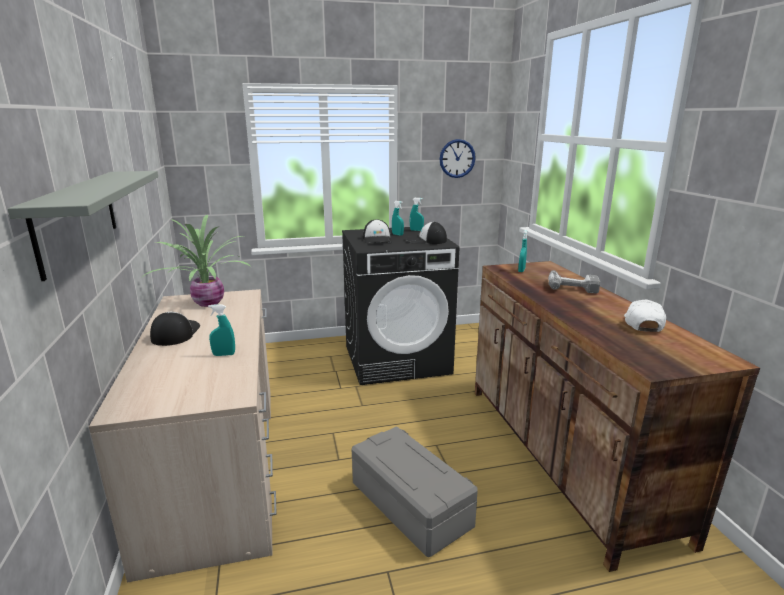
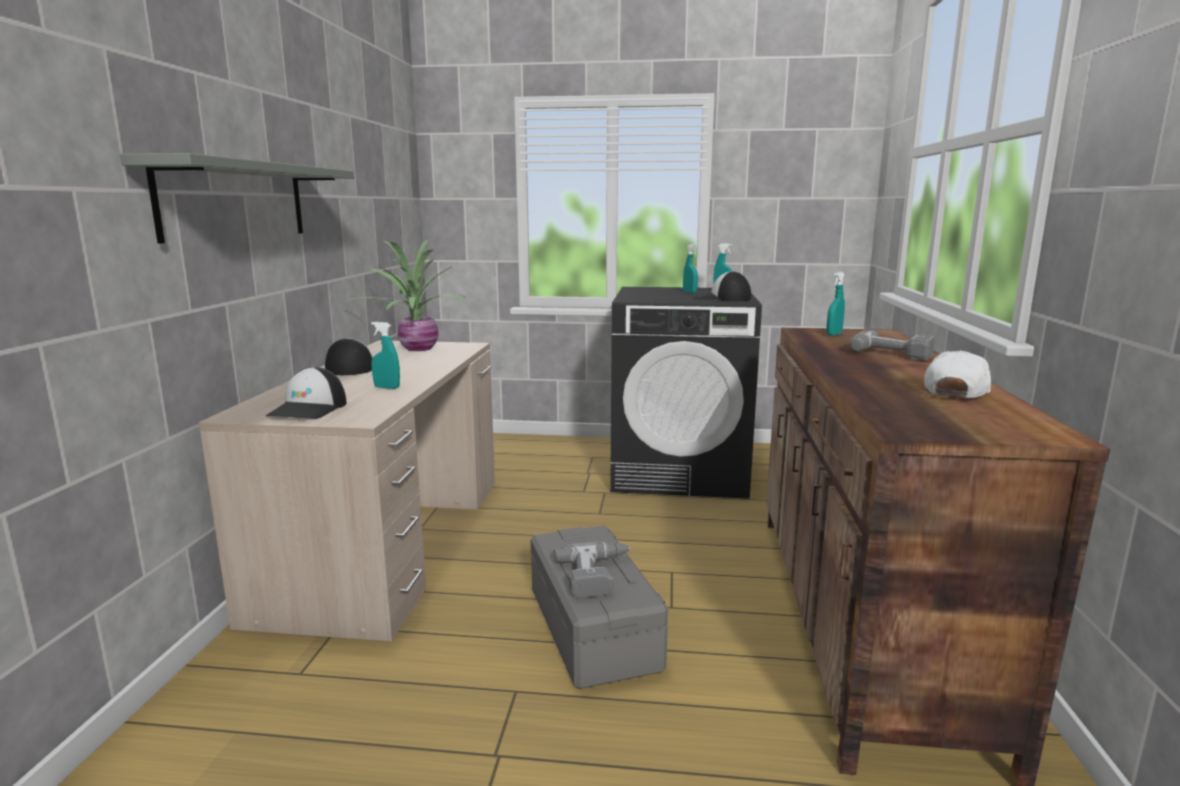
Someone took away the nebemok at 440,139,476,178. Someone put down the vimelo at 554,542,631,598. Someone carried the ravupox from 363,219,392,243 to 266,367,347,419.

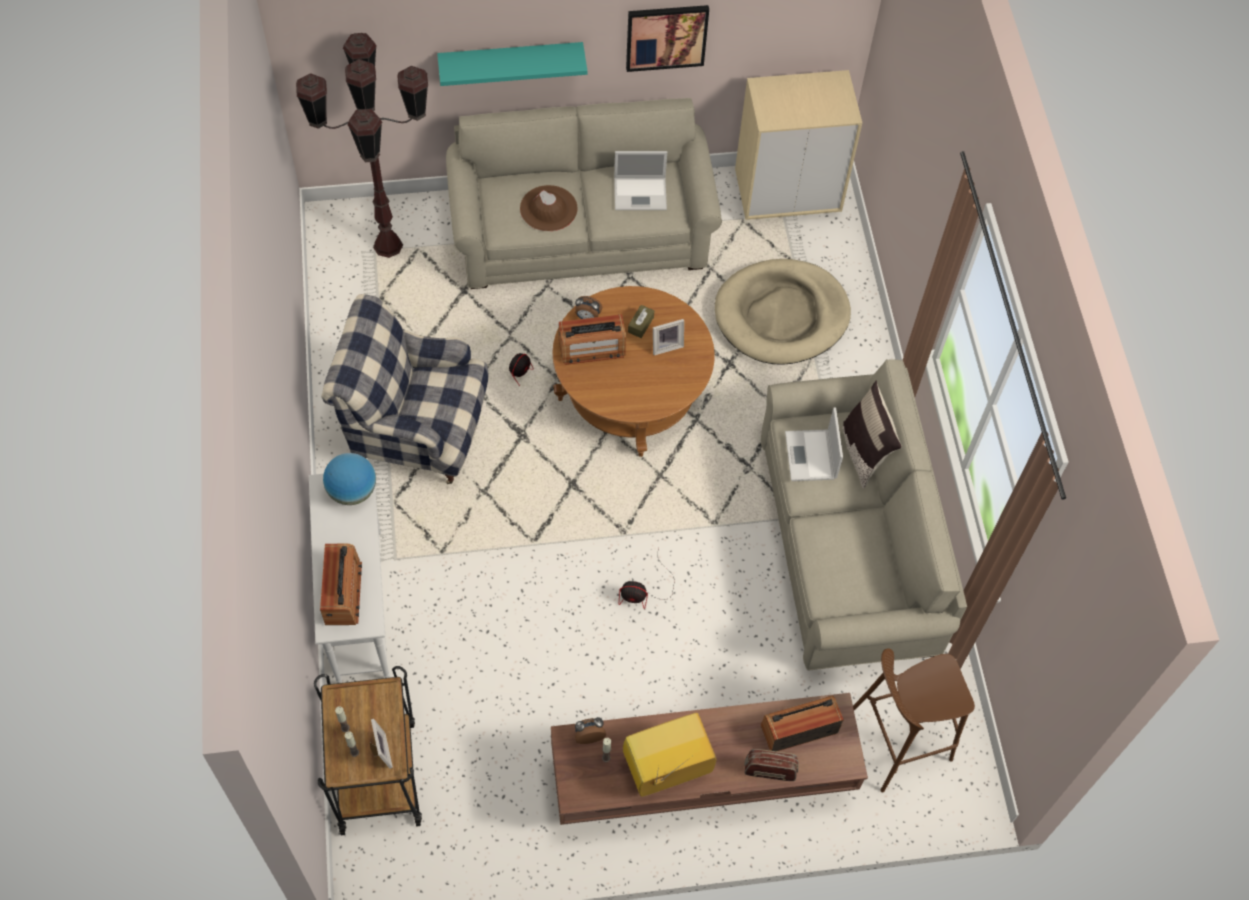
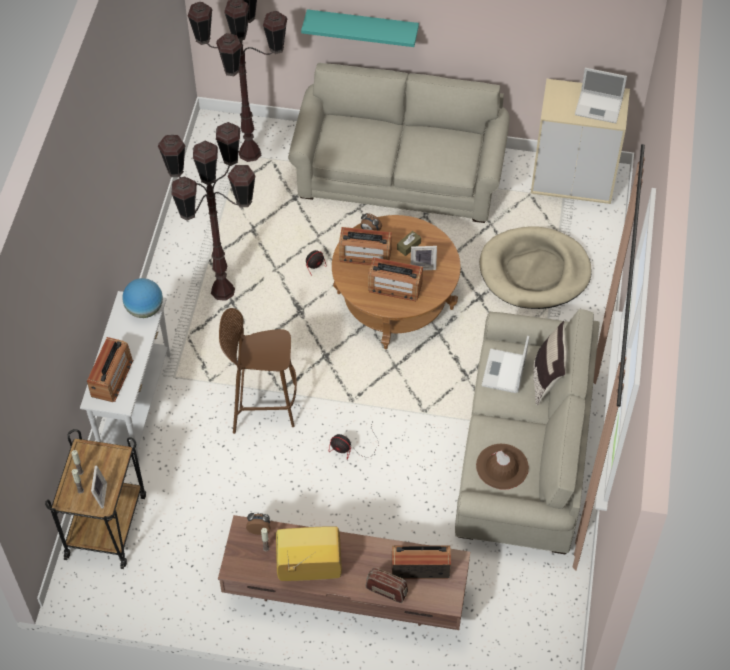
Someone took away the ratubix at 626,5,709,72. Someone put down the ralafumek at 368,257,423,301. Someone carried the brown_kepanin from 520,185,578,231 to 476,444,529,490. Someone carried the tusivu from 614,151,667,210 to 575,68,627,123. Someone carried the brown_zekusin from 853,648,975,792 to 219,308,297,434. Someone swapped the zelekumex at 321,294,488,484 for the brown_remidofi at 158,122,256,301.

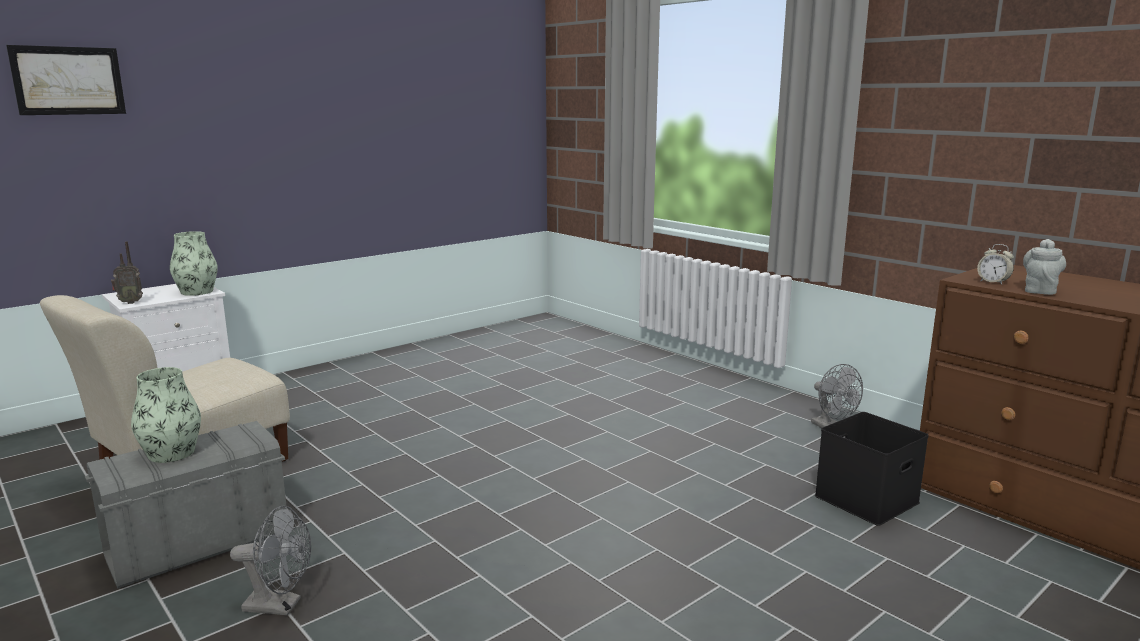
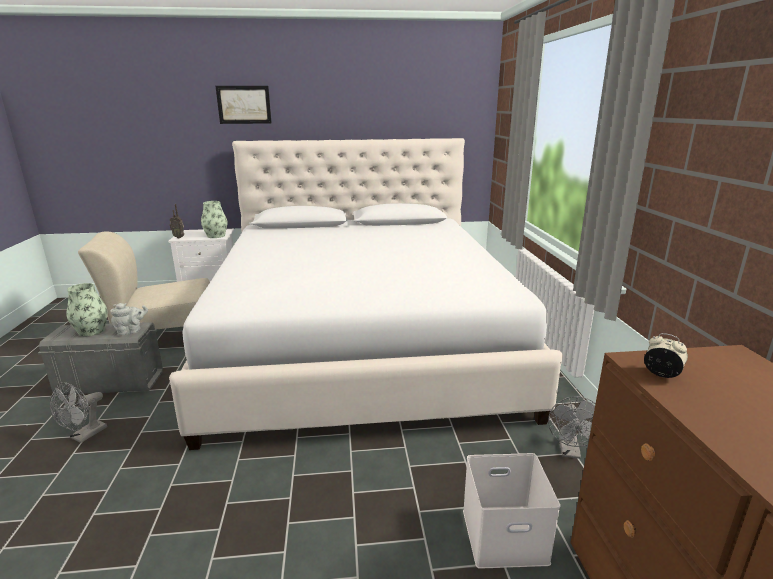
Someone put down the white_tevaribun at 169,138,563,450. Someone carried the ratubix from 6,45,126,115 to 216,86,272,124. Someone carried the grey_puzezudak from 1023,239,1066,295 to 110,303,148,336. Someone repainted the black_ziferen at 815,412,929,526, which became the white_ziferen at 463,453,560,569. Someone rotated the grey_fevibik at 230,506,311,616 by 75 degrees clockwise. Someone rotated the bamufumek at 977,244,1014,285 by 135 degrees clockwise.

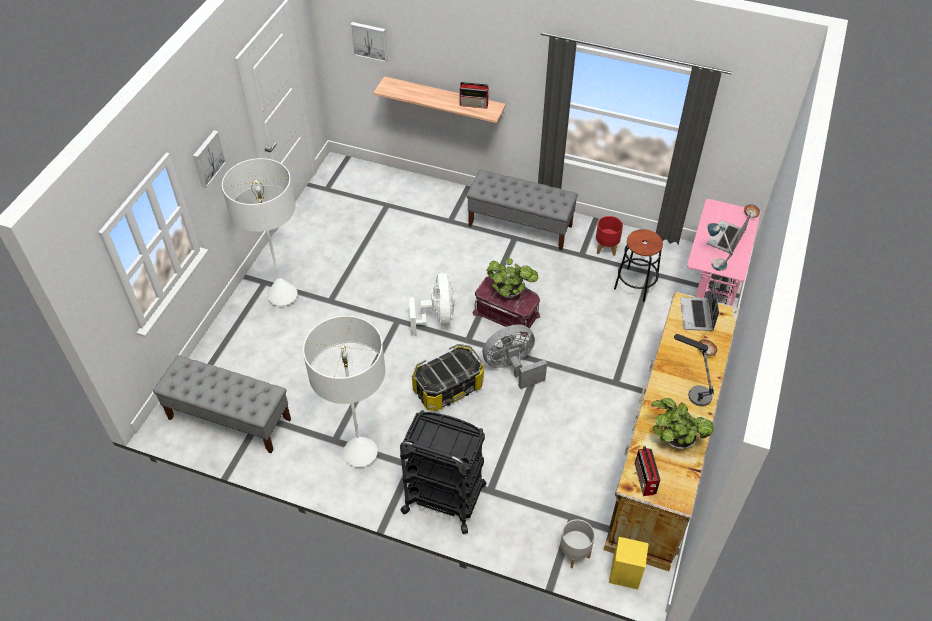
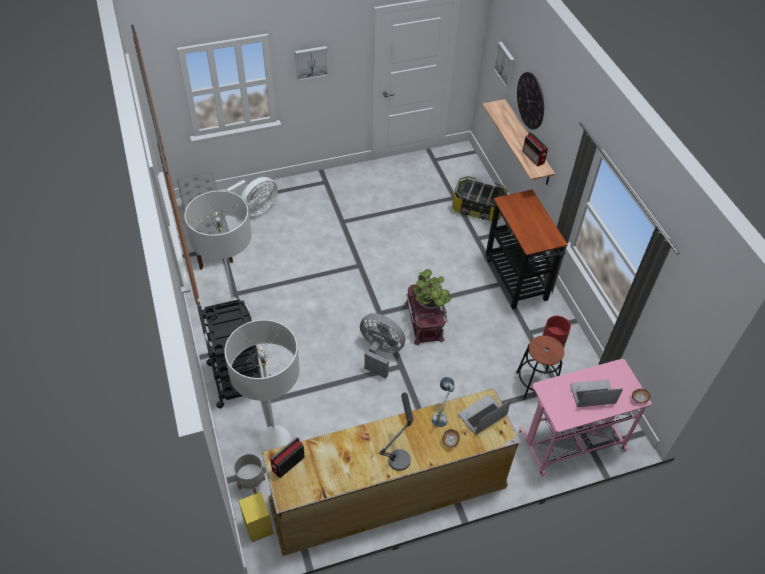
Someone took away the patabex at 651,398,713,449. Someone put up the nebemok at 517,72,544,130. Someone carried the white_remidofi from 222,158,298,306 to 225,320,300,451. Someone carried the white_fevibik from 409,273,455,336 to 226,177,278,216. Someone carried the ziferen from 412,344,484,411 to 452,176,508,221. Someone carried the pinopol from 707,223,733,271 to 432,377,454,427. Someone swapped the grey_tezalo at 467,170,578,250 for the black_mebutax at 486,190,568,309.

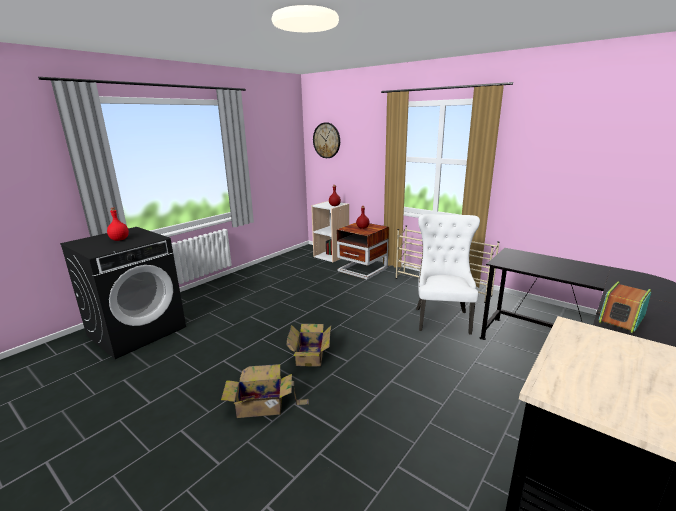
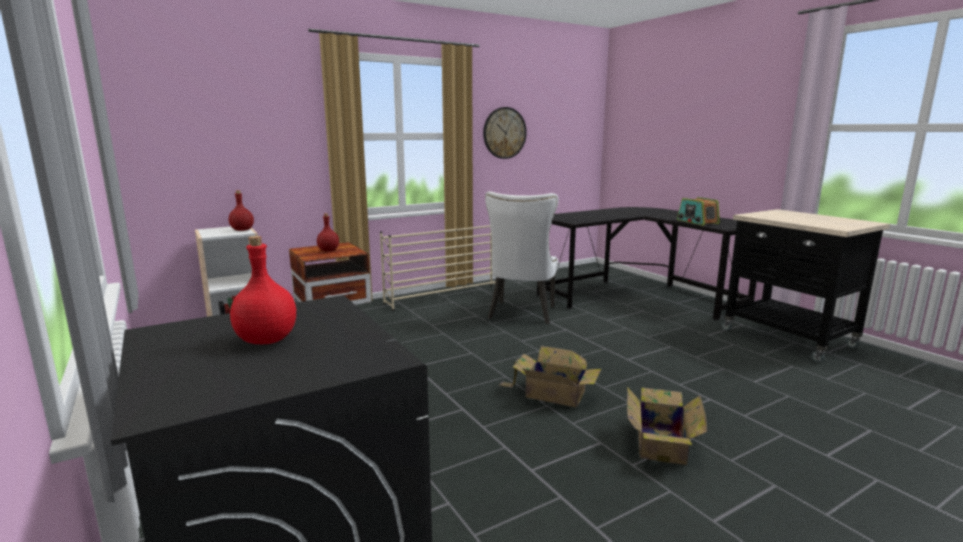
Someone carried the nebemok from 313,122,340,158 to 483,107,527,159. Someone rotated the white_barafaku at 416,214,480,335 by 105 degrees counterclockwise.

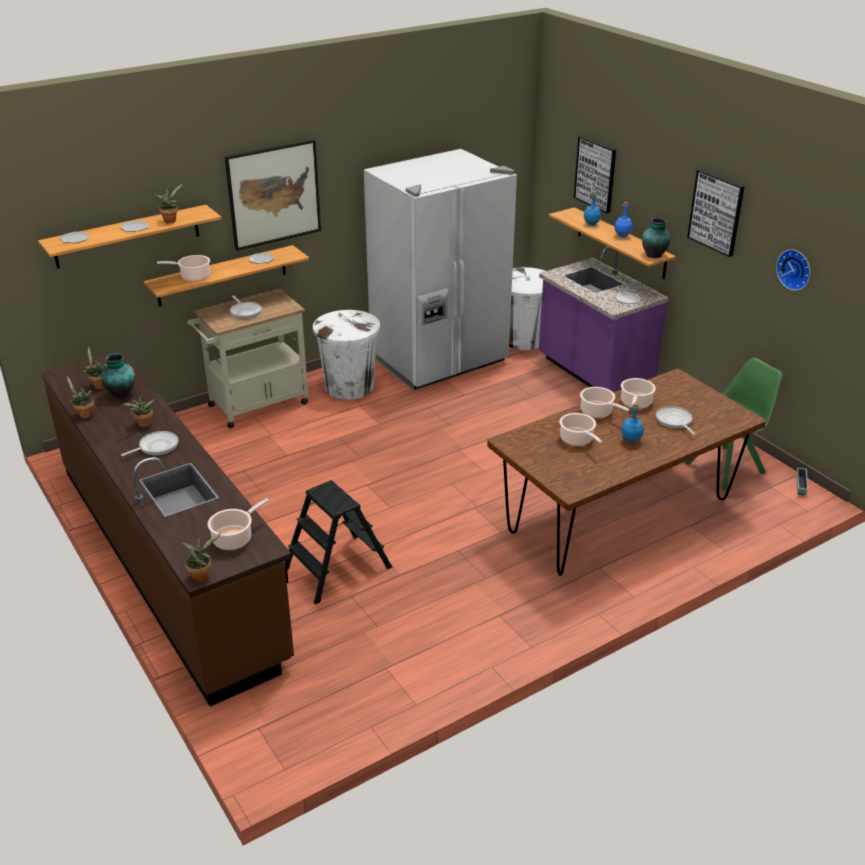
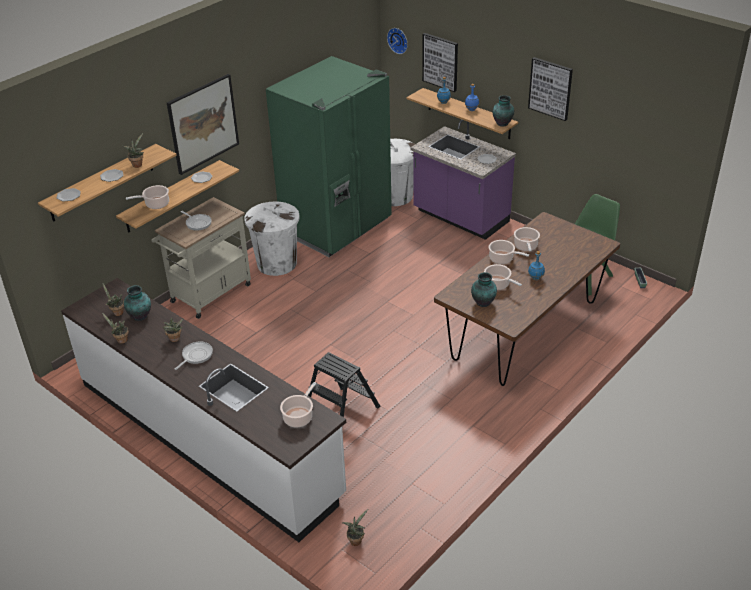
Someone took away the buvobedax at 656,406,696,435. Someone put down the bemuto at 471,272,497,307. Someone carried the patabex from 182,532,222,583 to 342,509,368,546. Someone carried the nebemok from 776,249,810,291 to 387,28,408,54. Someone repainted the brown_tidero at 42,351,294,707, which became the white_tidero at 61,278,346,542. Someone repainted the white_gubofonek at 364,149,517,391, which became the green_gubofonek at 266,56,392,257.

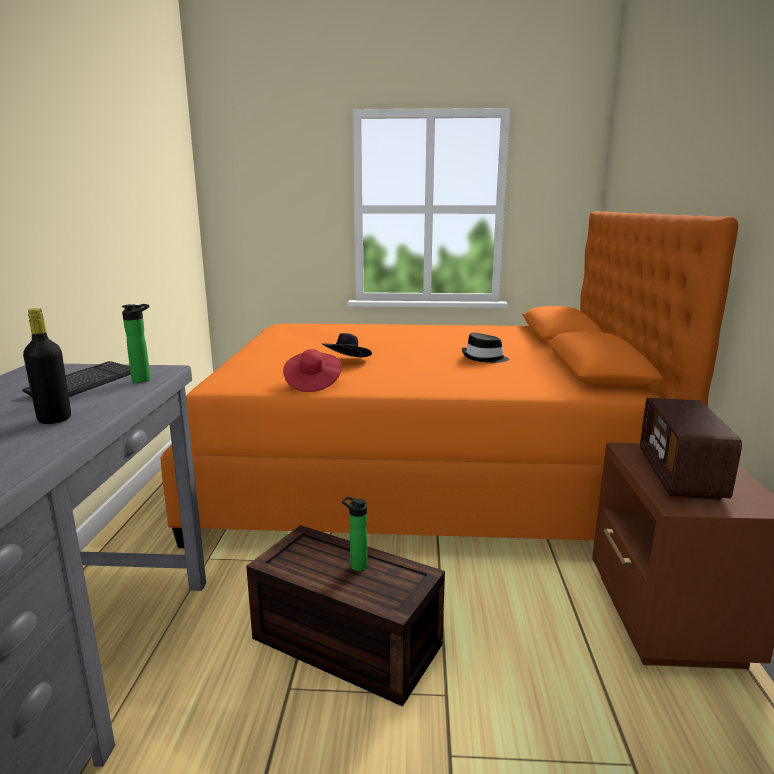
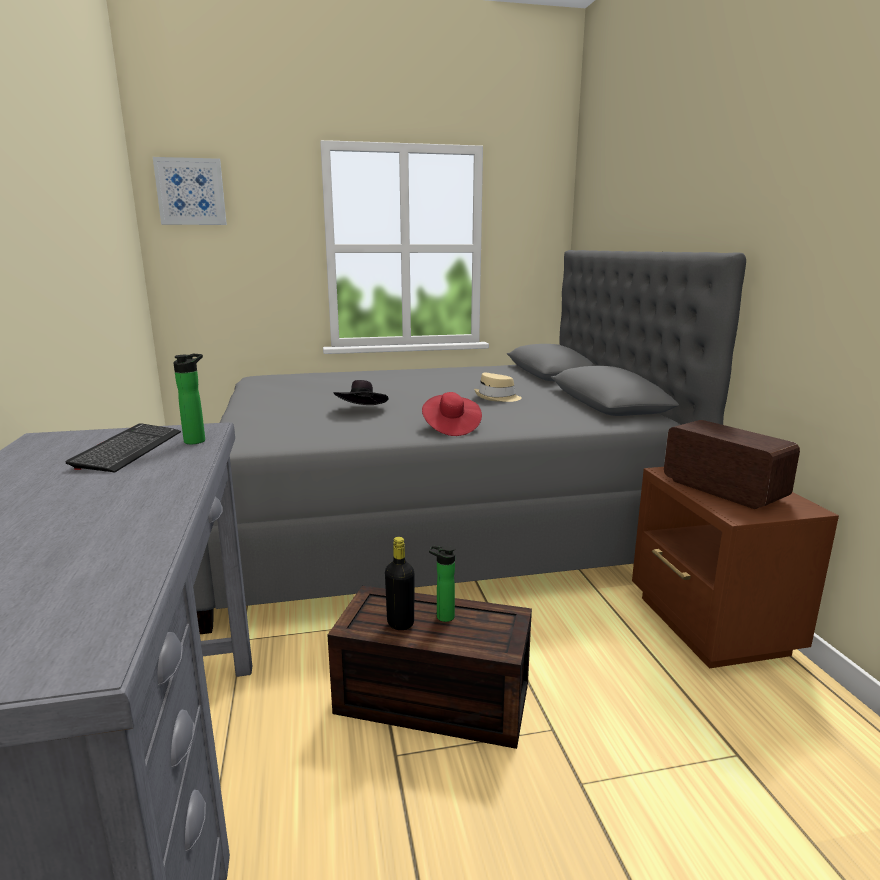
Someone put up the ratubix at 153,157,227,225. Someone carried the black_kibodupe from 23,308,71,424 to 385,537,414,630. Someone carried the red_kepanin from 283,349,342,392 to 422,392,482,436. Someone repainted the orange_tevaribun at 160,211,738,548, which became the grey_tevaribun at 193,250,746,634. Someone repainted the black_kepanin at 462,332,509,363, which became the beige_kepanin at 474,373,522,402. Someone rotated the ralafumek at 640,398,742,500 by 150 degrees clockwise.

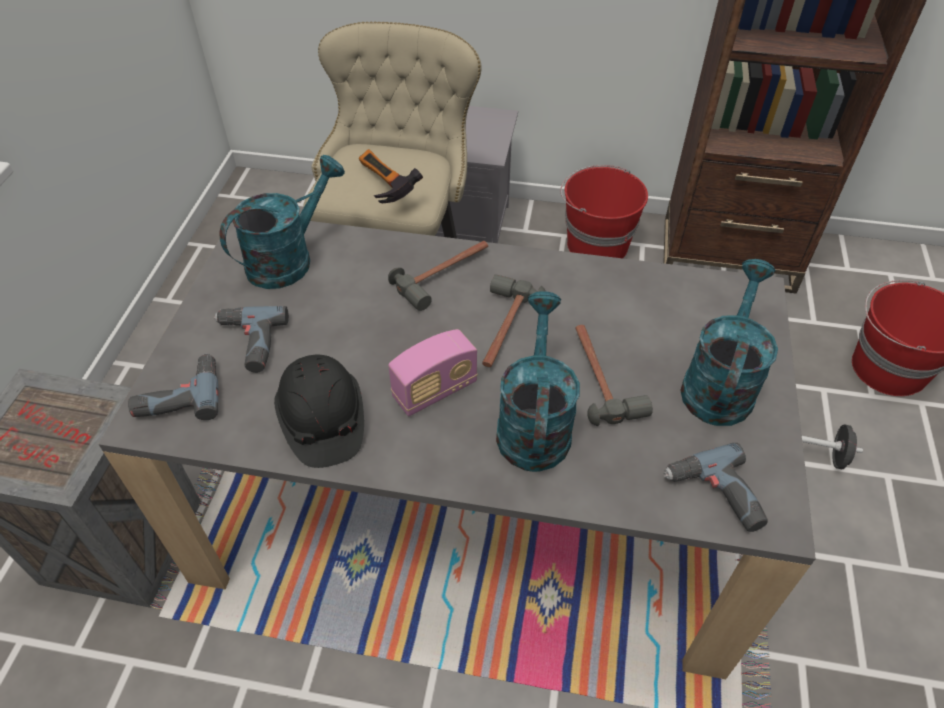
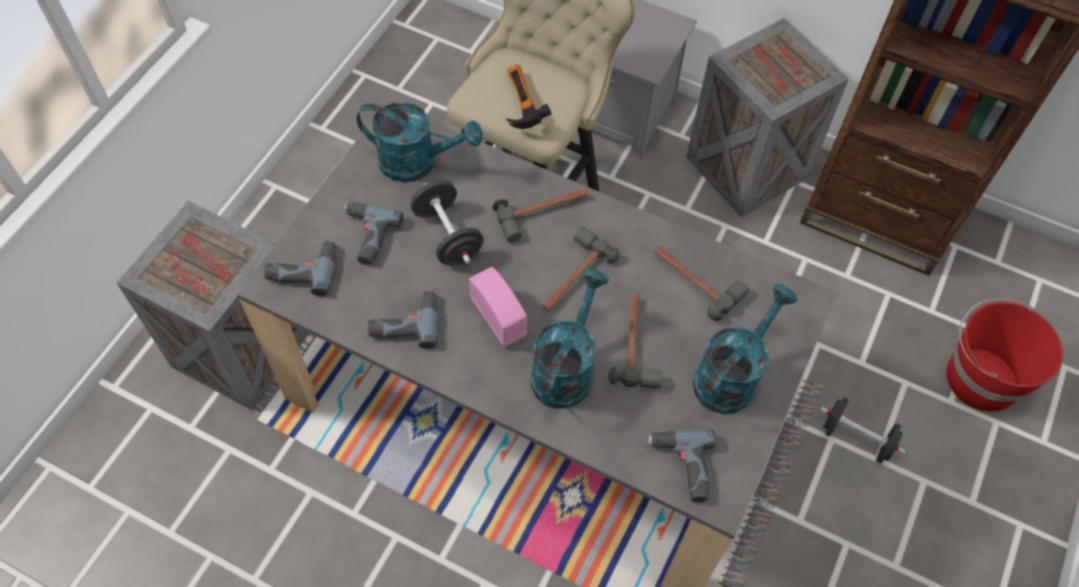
Someone put down the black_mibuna at 410,180,484,265. Someone put down the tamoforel at 654,246,749,321. Someone swapped the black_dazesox at 274,355,364,468 for the vimelo at 368,289,438,349. Someone swapped the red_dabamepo at 561,165,648,258 for the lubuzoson at 686,18,849,217. Someone rotated the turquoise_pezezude at 219,155,345,289 by 45 degrees clockwise. Someone rotated the ralafumek at 388,329,478,416 by 105 degrees counterclockwise.

